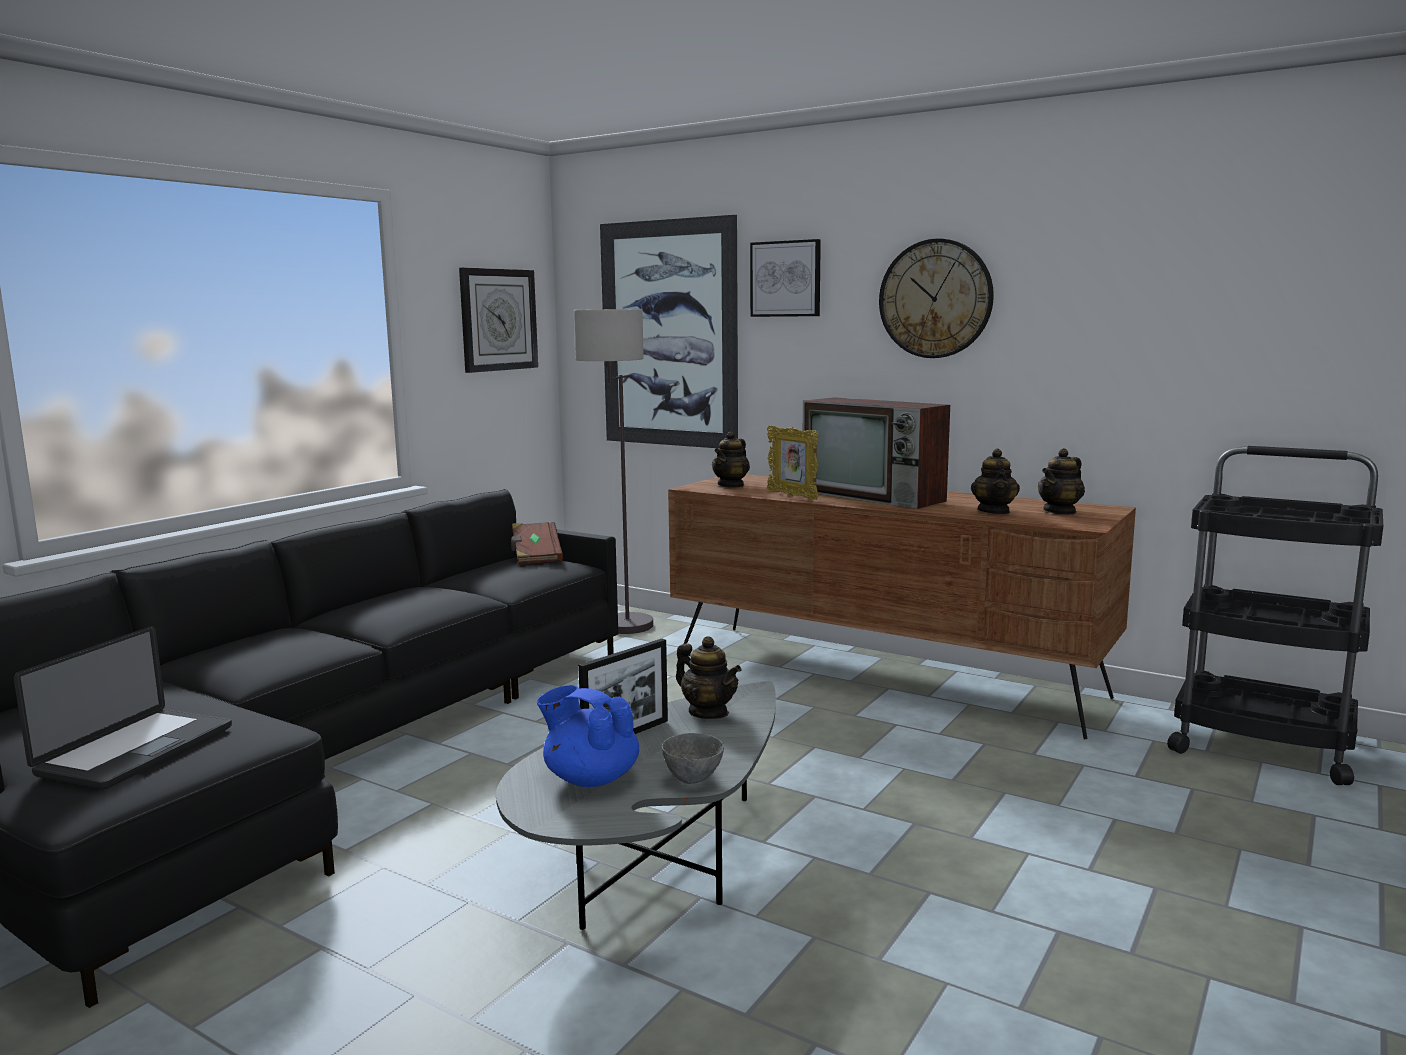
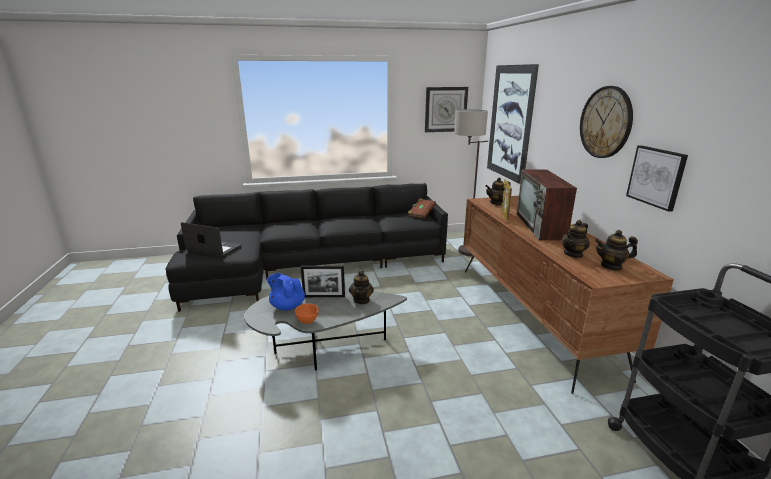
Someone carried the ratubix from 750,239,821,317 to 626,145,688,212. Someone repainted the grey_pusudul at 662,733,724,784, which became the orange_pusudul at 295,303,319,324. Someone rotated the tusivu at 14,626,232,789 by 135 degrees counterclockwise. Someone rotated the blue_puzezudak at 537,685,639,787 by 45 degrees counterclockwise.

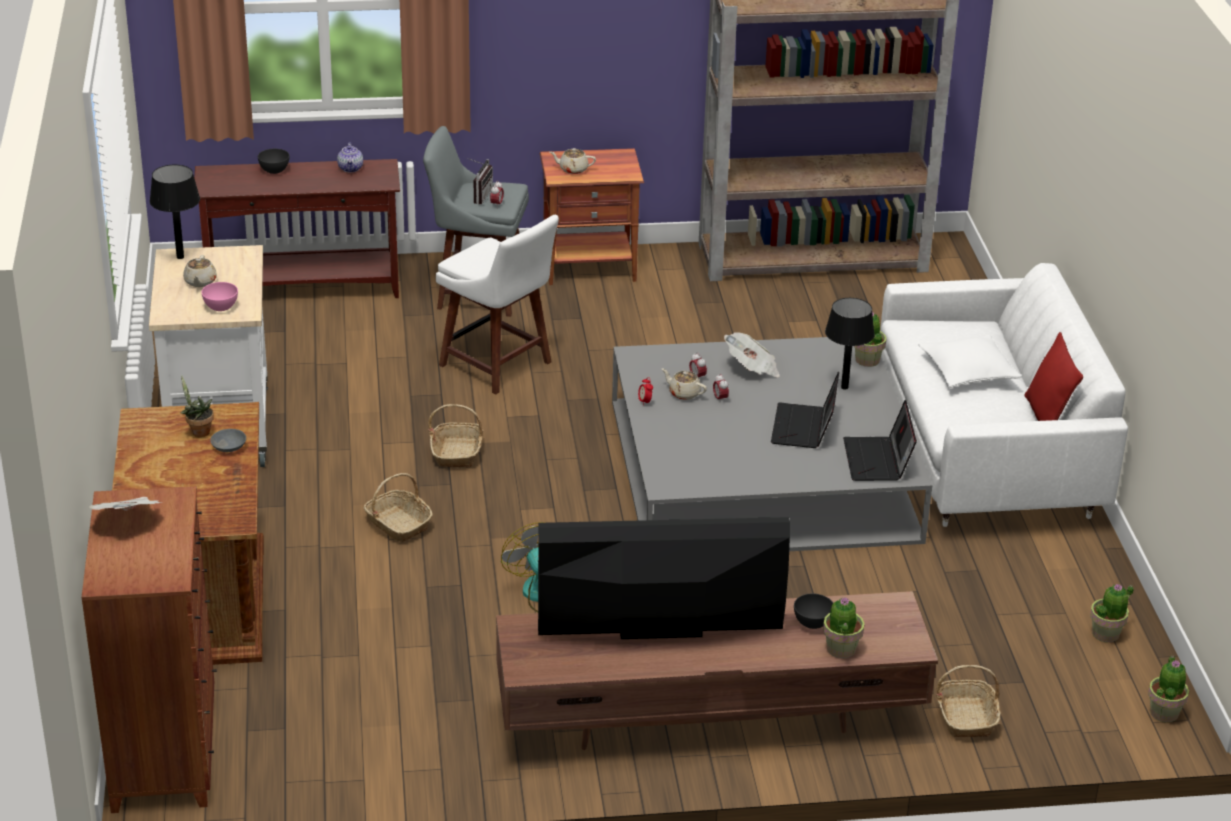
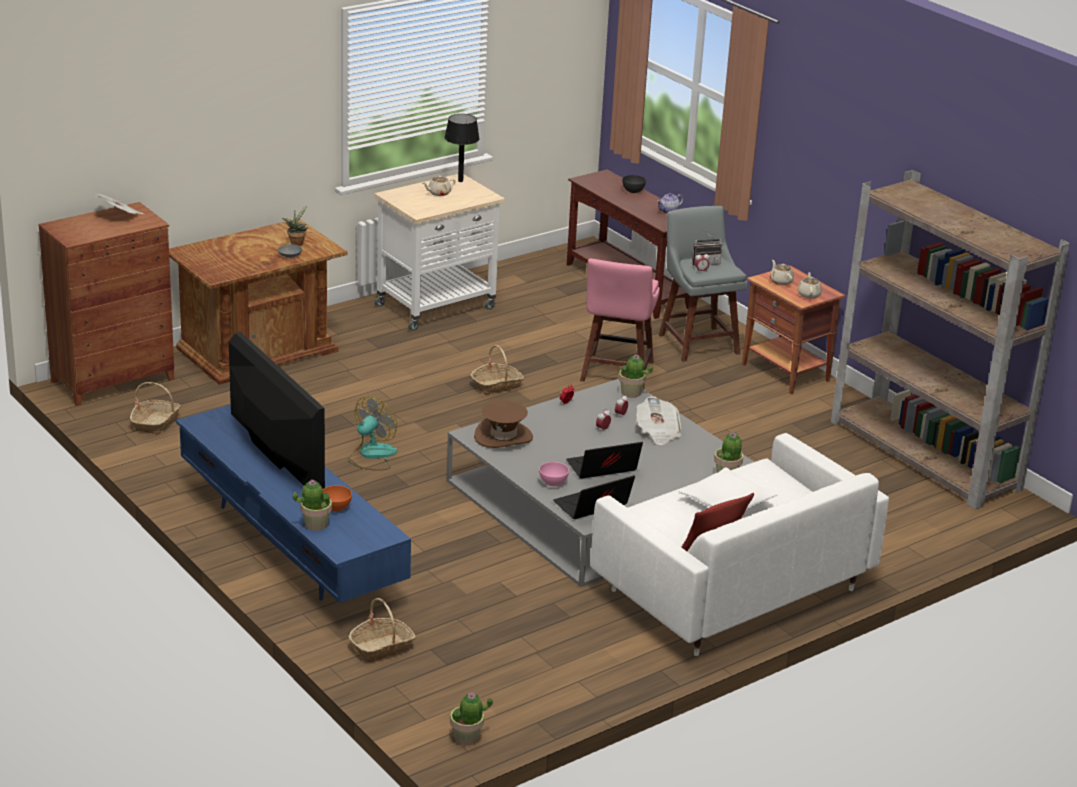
Someone took away the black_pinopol at 825,298,875,390. Someone put down the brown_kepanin at 474,400,533,448. Someone carried the pink_pusudul from 201,282,238,311 to 539,462,569,486. Someone carried the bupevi from 364,473,433,542 to 130,382,181,434. Someone carried the beige_puzezudak from 662,368,707,400 to 797,272,822,298. Someone carried the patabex from 1090,583,1133,642 to 619,354,653,398. Someone repainted the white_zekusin at 436,215,559,395, which became the pink_zekusin at 580,259,660,389. Someone repainted the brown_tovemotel at 496,591,938,750, which became the blue_tovemotel at 176,404,411,603. Someone repainted the grey_pusudul at 794,593,833,629, which became the orange_pusudul at 323,485,352,511.

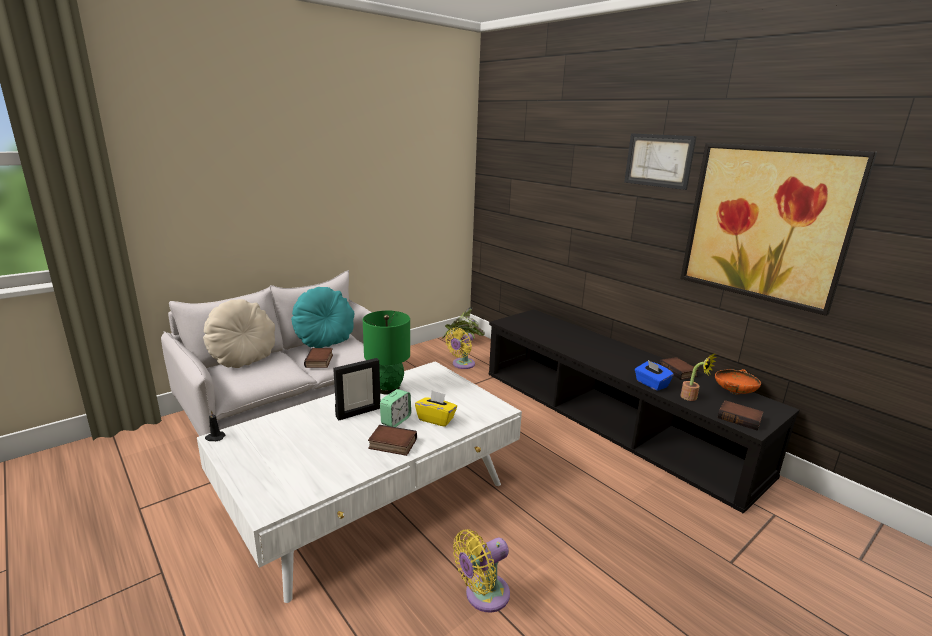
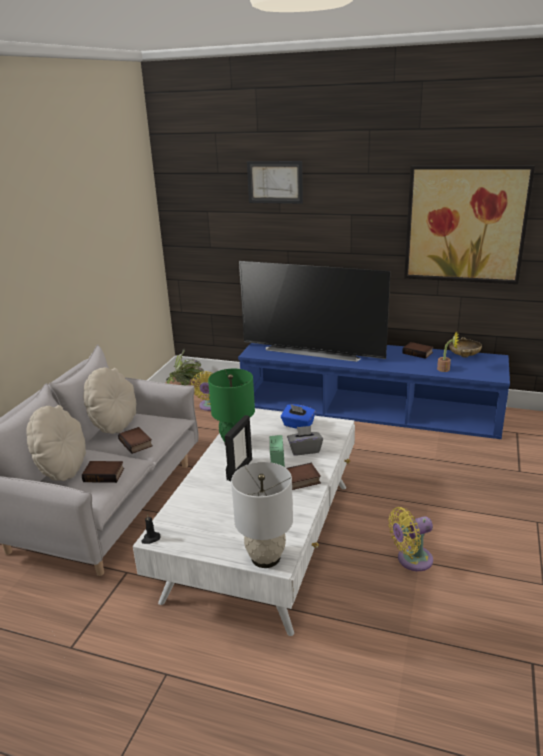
Someone put down the white_pinopol at 231,462,293,568. Someone put down the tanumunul at 239,261,390,362. Someone carried the ratubix from 624,133,697,190 to 247,161,303,204. Someone carried the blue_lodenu from 635,360,674,391 to 281,404,316,429. Someone carried the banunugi from 718,400,763,430 to 82,461,124,483. Someone repainted the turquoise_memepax at 291,287,354,348, which became the beige_memepax at 83,367,136,434. Someone repainted the yellow_lodenu at 415,391,457,427, which became the grey_lodenu at 287,426,323,456. Someone repainted the black_tovemotel at 489,309,799,514, which became the blue_tovemotel at 238,343,510,439. Someone repainted the orange_pusudul at 715,369,761,394, which became the beige_pusudul at 449,337,482,358. Someone rotated the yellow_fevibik at 453,529,510,612 by 45 degrees clockwise.

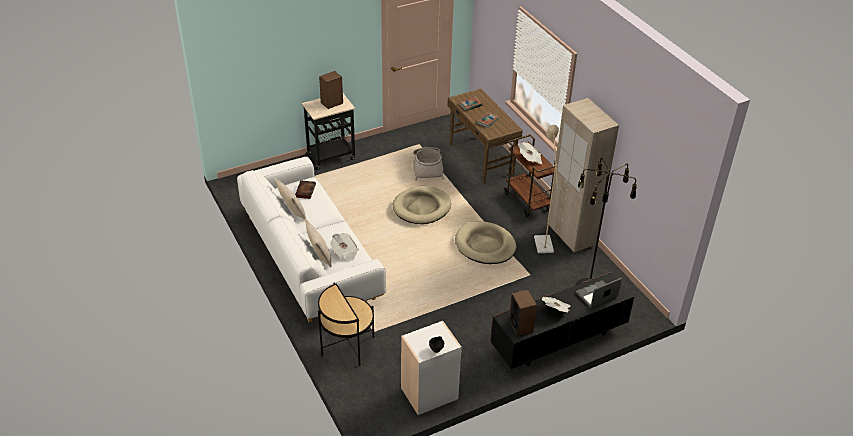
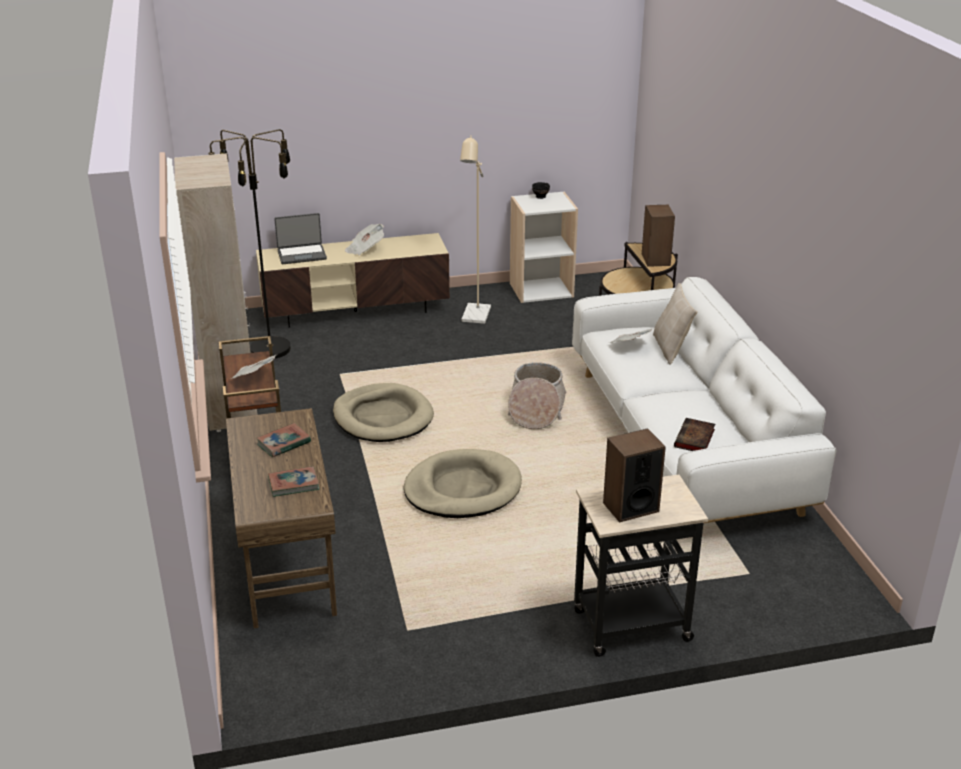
Someone took away the beige_memepax at 274,178,306,219. Someone carried the bupevi from 413,147,444,181 to 508,362,567,429. Someone carried the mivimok from 509,290,537,336 to 642,205,675,267. Someone carried the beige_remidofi from 534,125,559,253 to 460,135,491,324. Someone repainted the black_tovemotel at 490,272,634,369, which became the beige_tovemotel at 256,233,450,327.

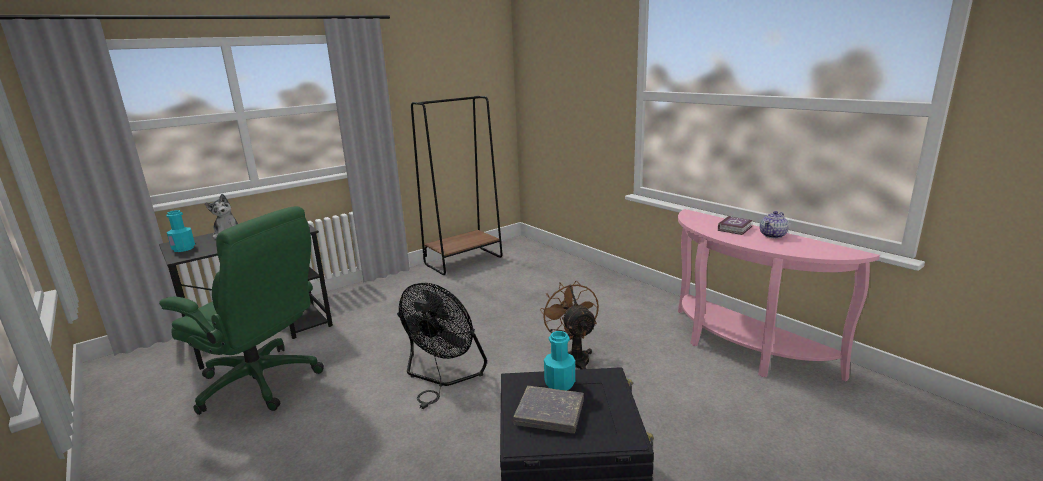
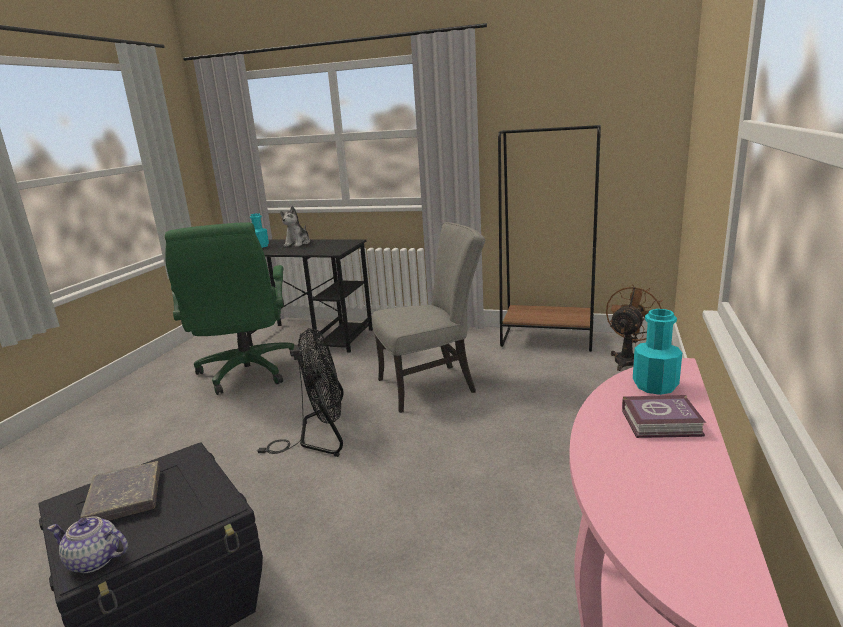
Someone put down the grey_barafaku at 372,222,485,413. Someone carried the brown_fevibik from 540,281,599,369 to 606,284,663,371. Someone carried the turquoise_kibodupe from 544,331,576,391 to 633,309,682,395. Someone carried the puzezudak from 760,211,789,239 to 47,516,128,573.

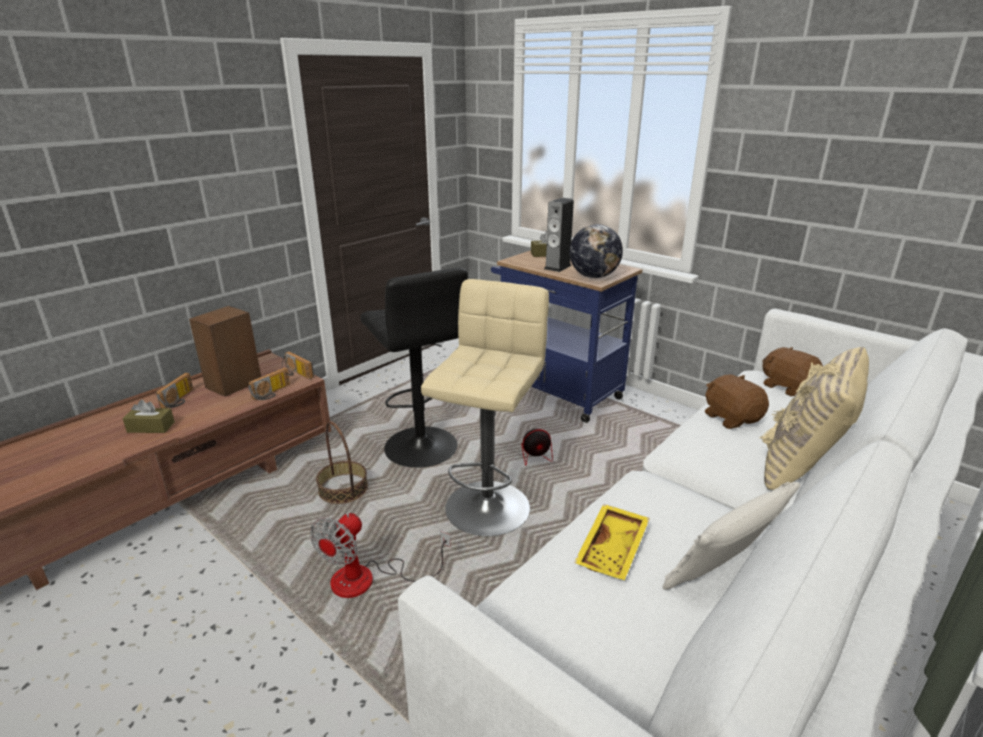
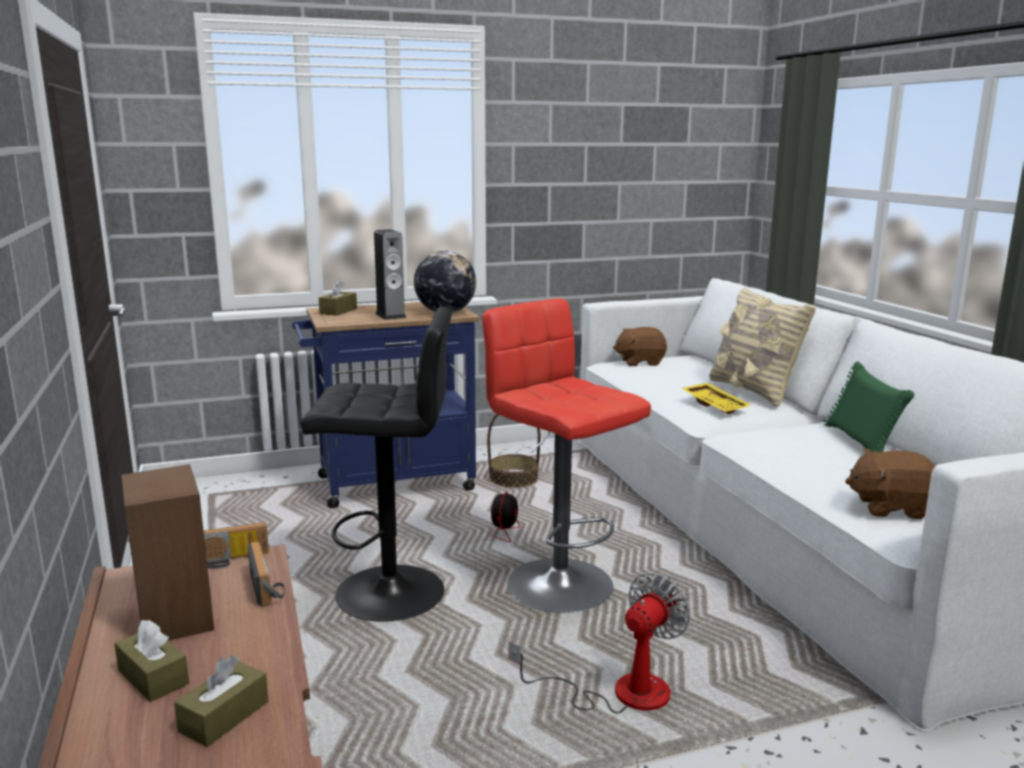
Someone carried the bupevi from 316,421,368,504 to 487,414,541,488. Someone carried the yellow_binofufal from 574,504,650,580 to 682,383,751,414. Someone carried the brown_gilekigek from 705,374,769,429 to 845,448,935,519. Someone swapped the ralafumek at 156,373,193,408 for the brown_lodenu at 114,620,189,702. Someone repainted the beige_zekusin at 421,279,549,536, which became the red_zekusin at 482,298,651,613. Someone repainted the white_memepax at 663,482,800,590, which became the green_memepax at 824,361,914,452. Someone rotated the fevibik at 310,513,451,598 by 105 degrees counterclockwise.

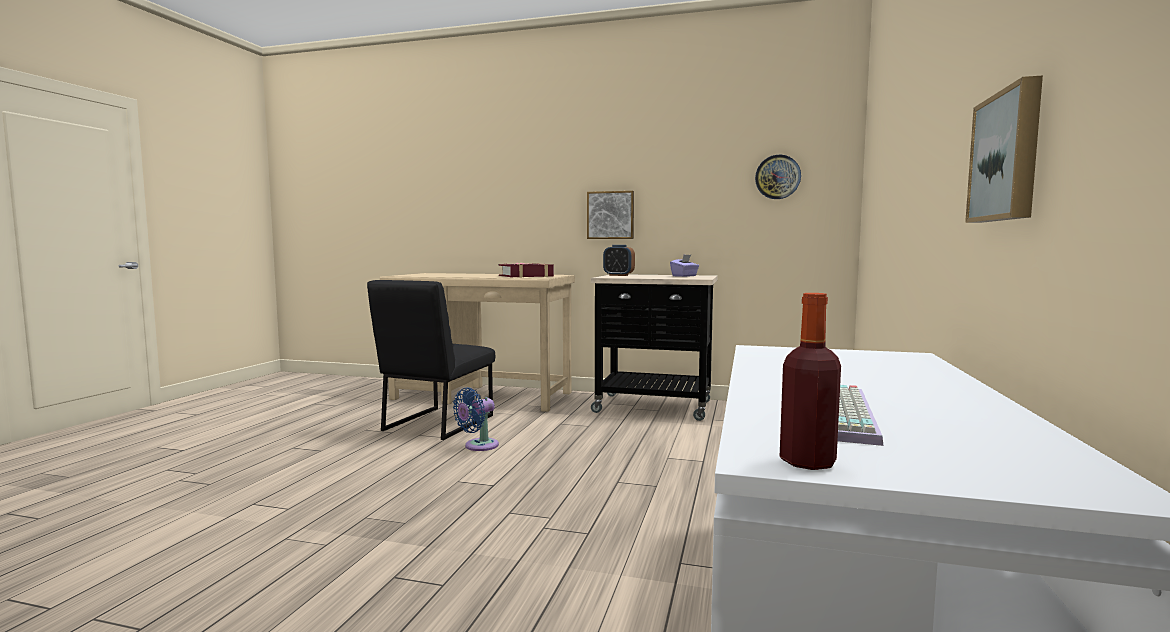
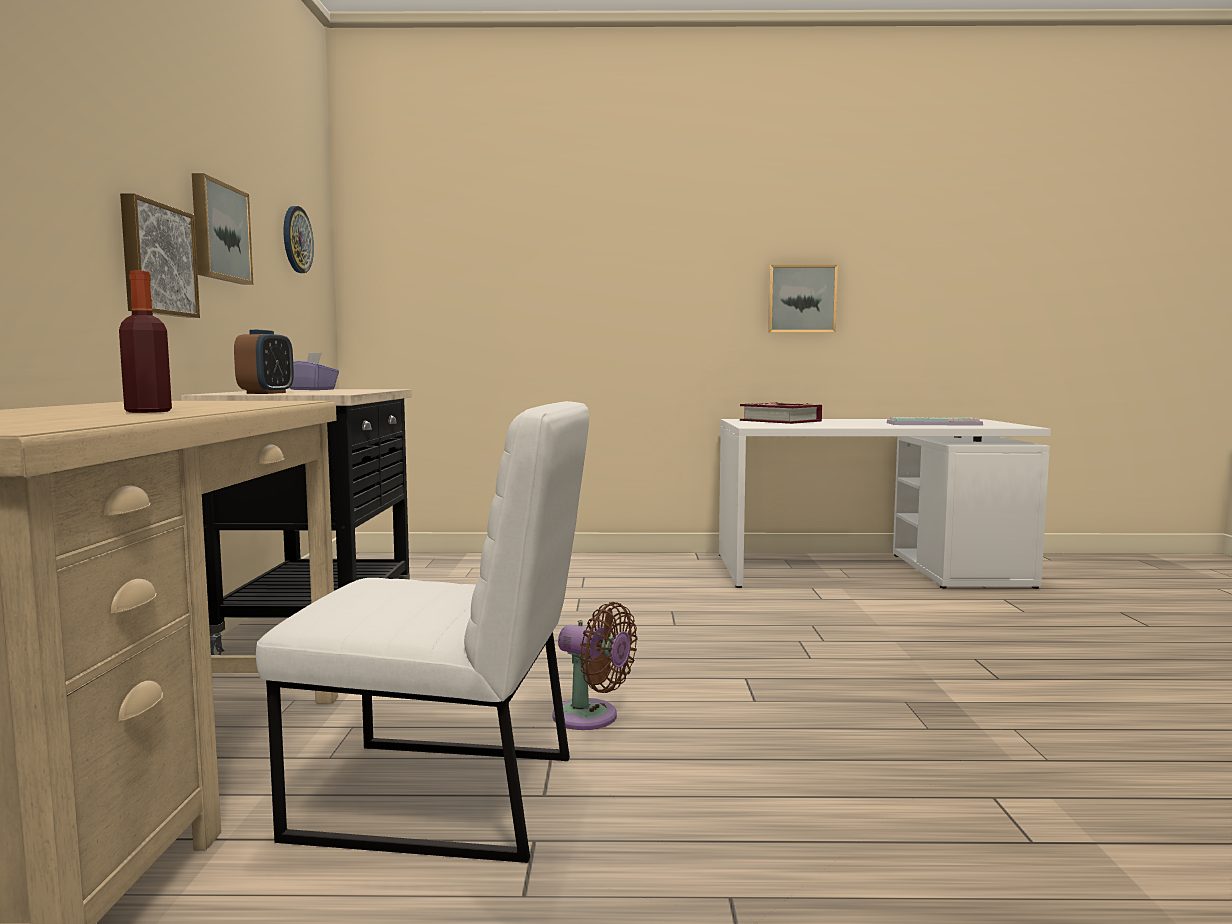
Someone put up the ratubix at 192,173,253,285. Someone carried the banunugi from 499,263,554,278 to 740,402,822,424. Someone carried the kibodupe from 780,293,841,470 to 119,271,172,413. Someone repainted the black_barafaku at 367,280,495,440, which became the white_barafaku at 256,401,589,863. Someone repainted the blue_fevibik at 453,388,499,451, which became the brown_fevibik at 552,602,638,730.

